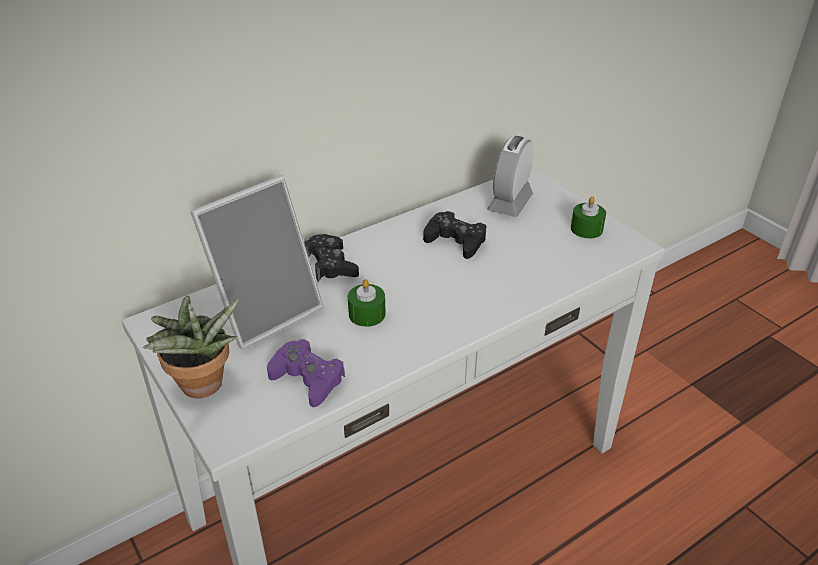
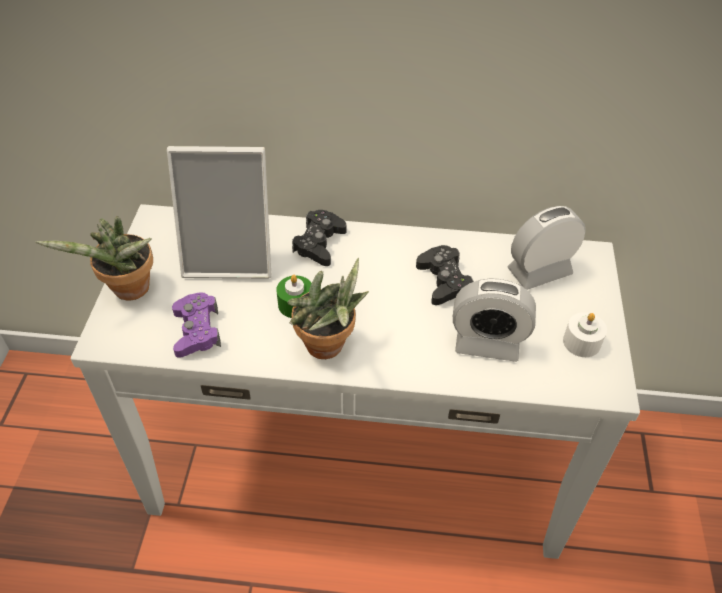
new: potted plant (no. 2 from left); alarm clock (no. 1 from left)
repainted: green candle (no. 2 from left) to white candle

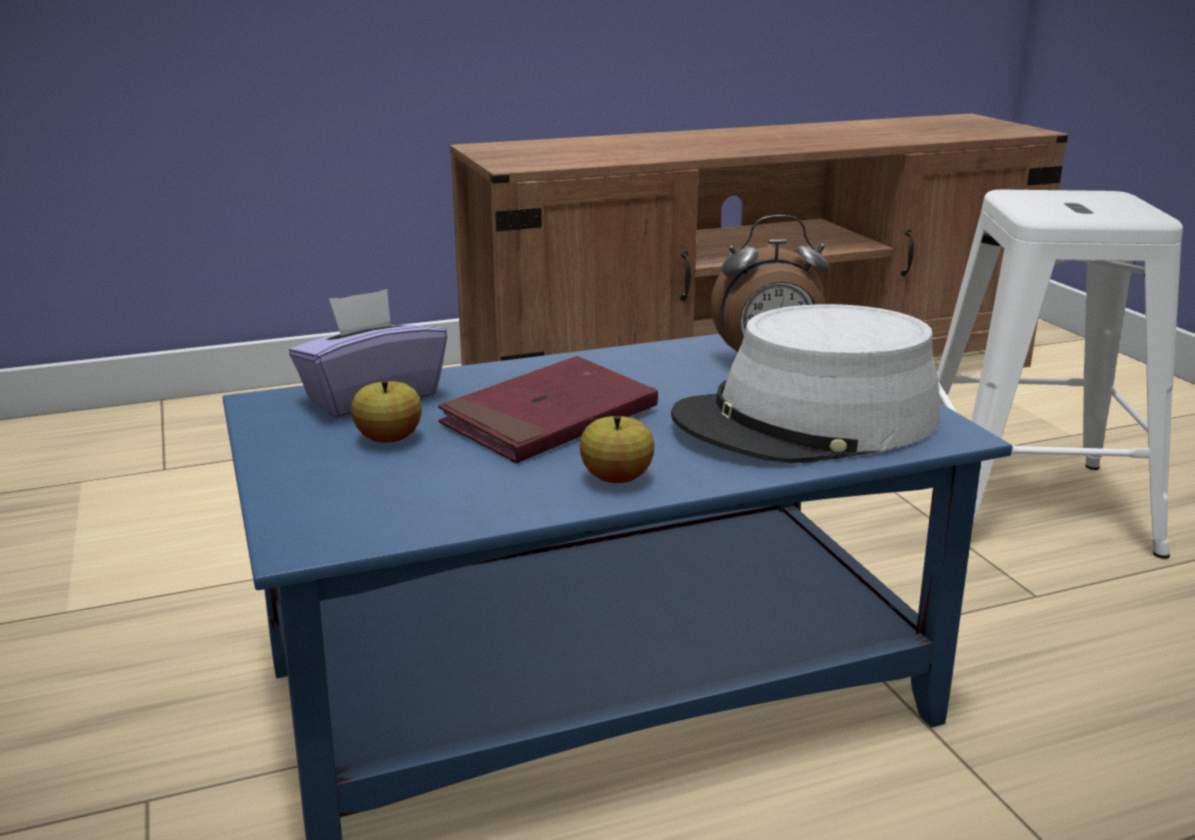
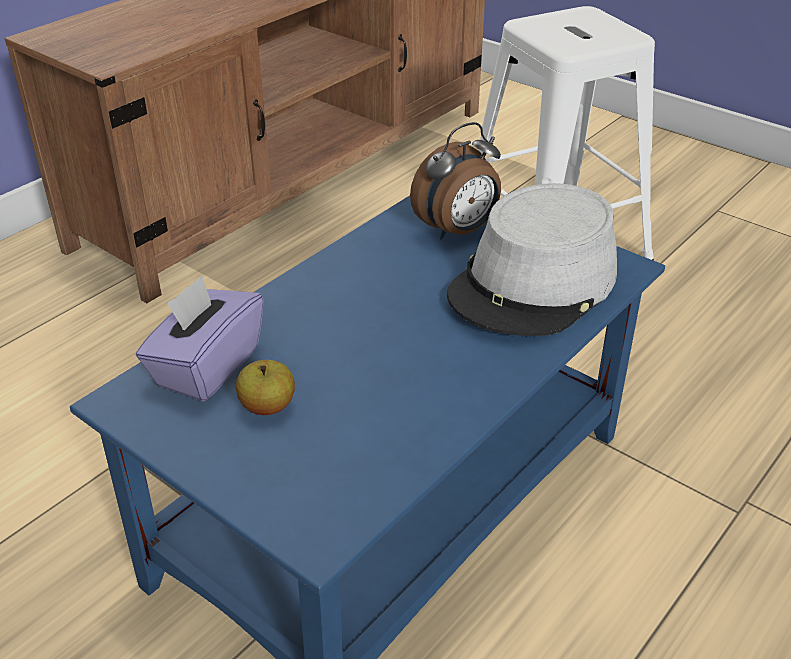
gone: red book; apple (no. 2 from left)

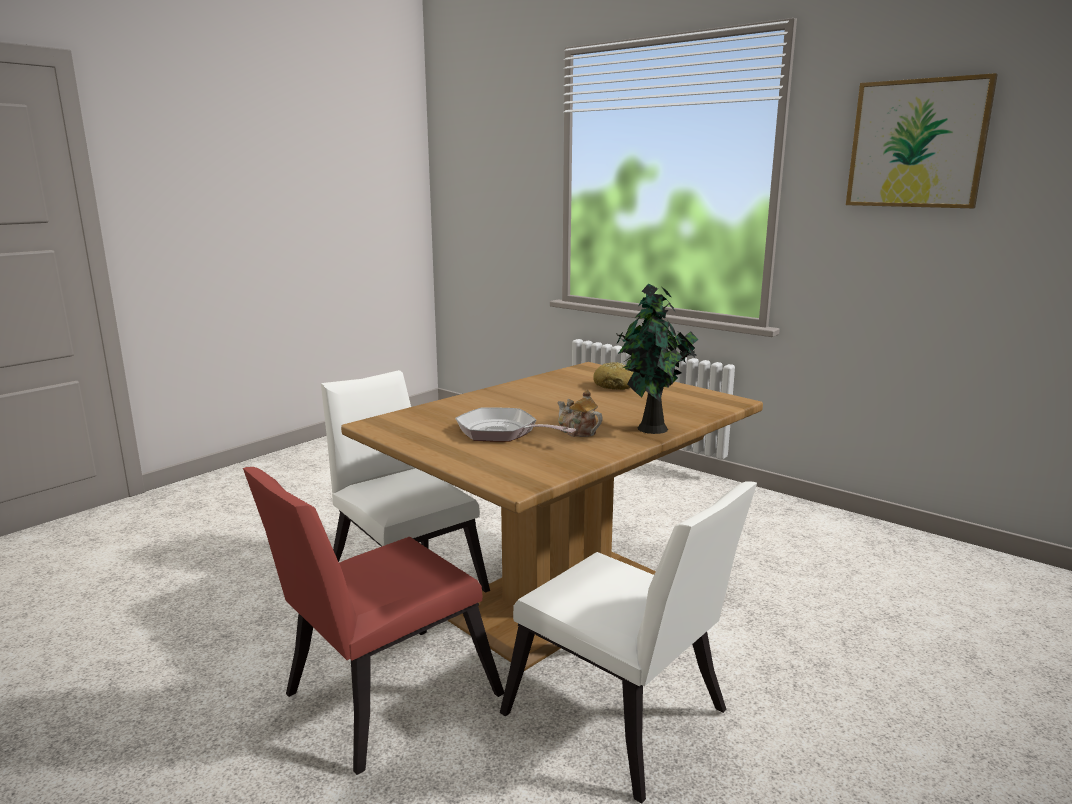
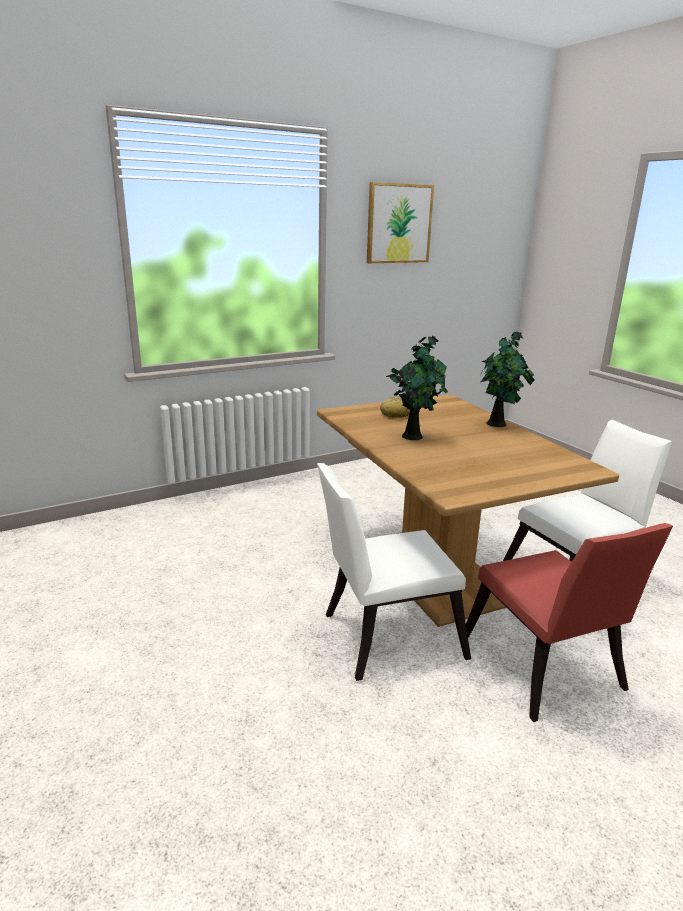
gone: frying pan; teapot
new: potted plant (no. 1 from left)

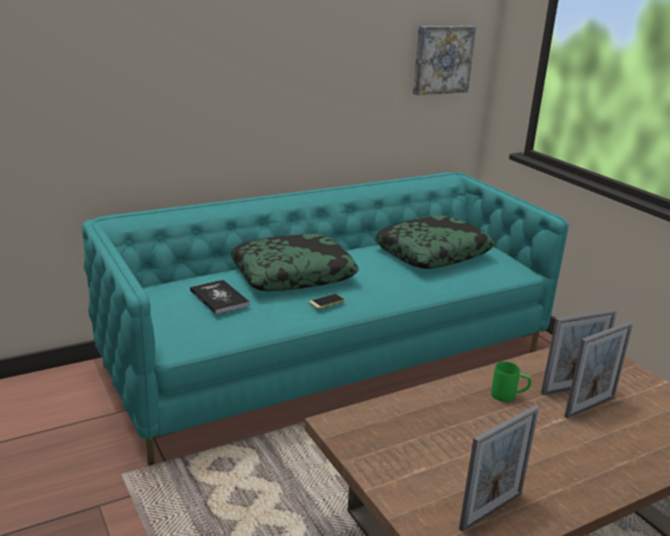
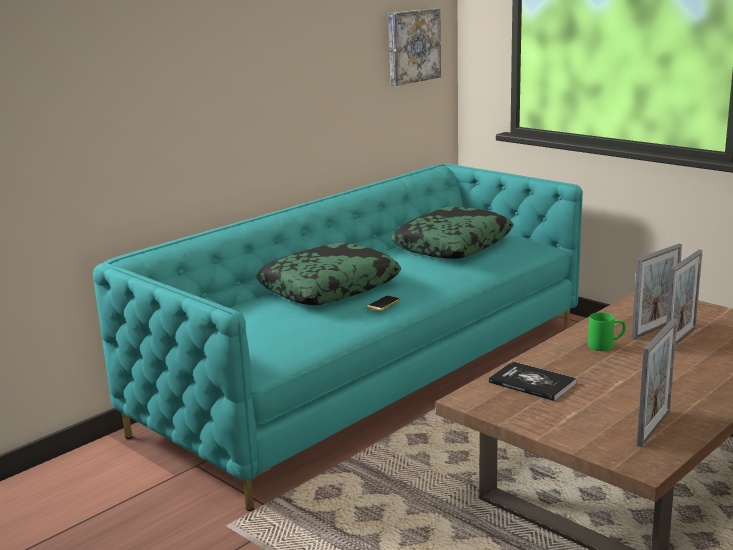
shifted: book

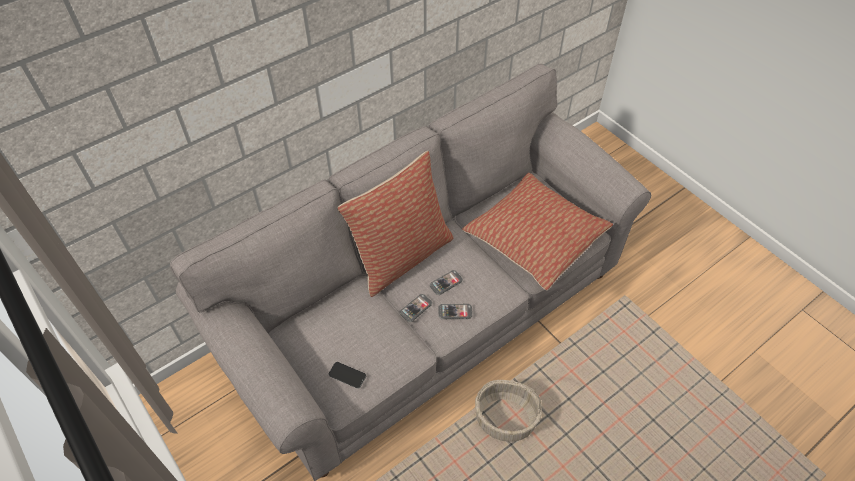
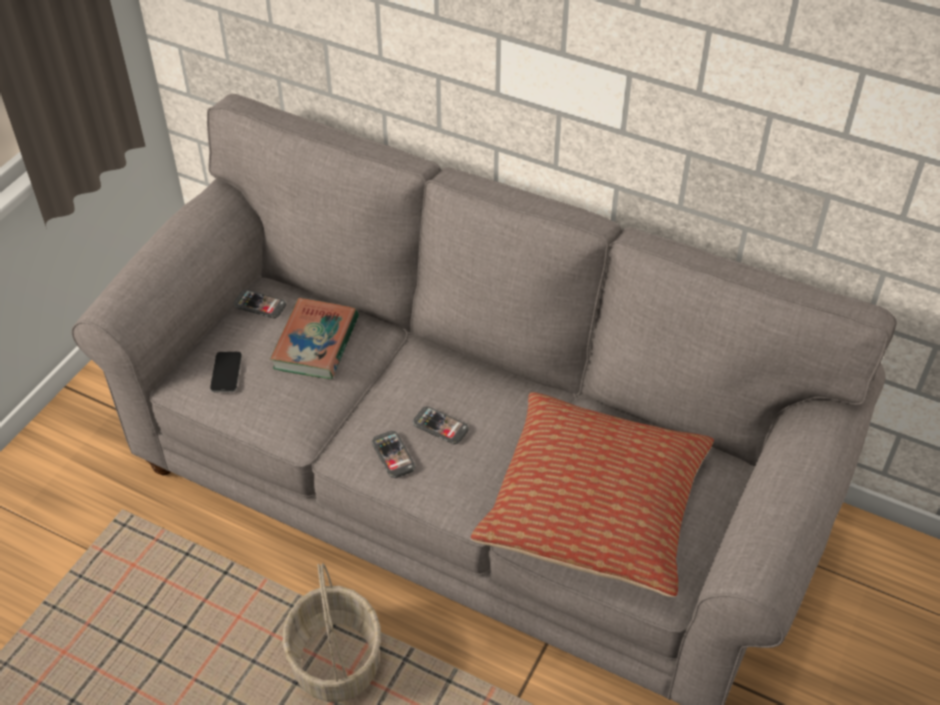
gone: pillow (no. 1 from left)
new: book
shifted: phone (no. 2 from left)

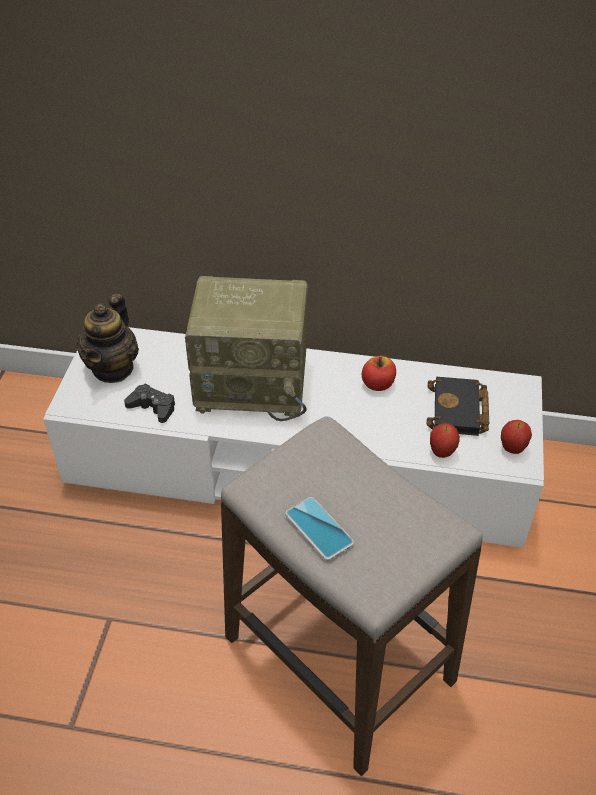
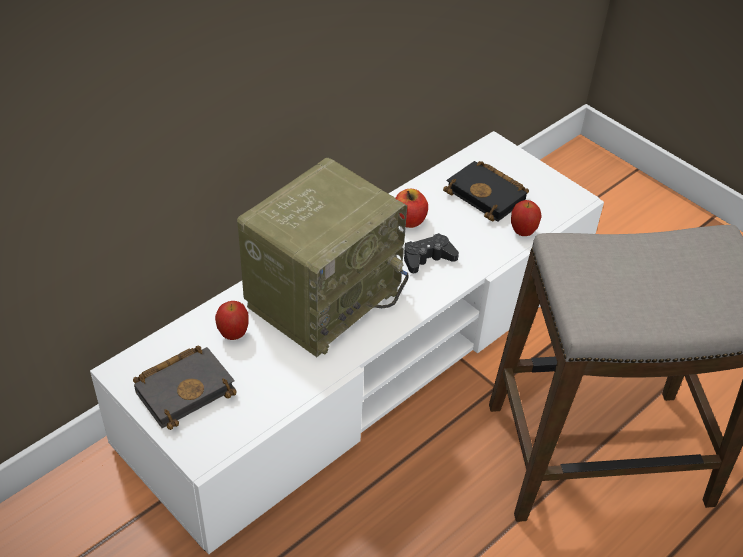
gone: phone
shifted: black game controller; apple (no. 3 from left in the first image) to apple (no. 1 from left)
swapped: teapot to black book (no. 1 from left)

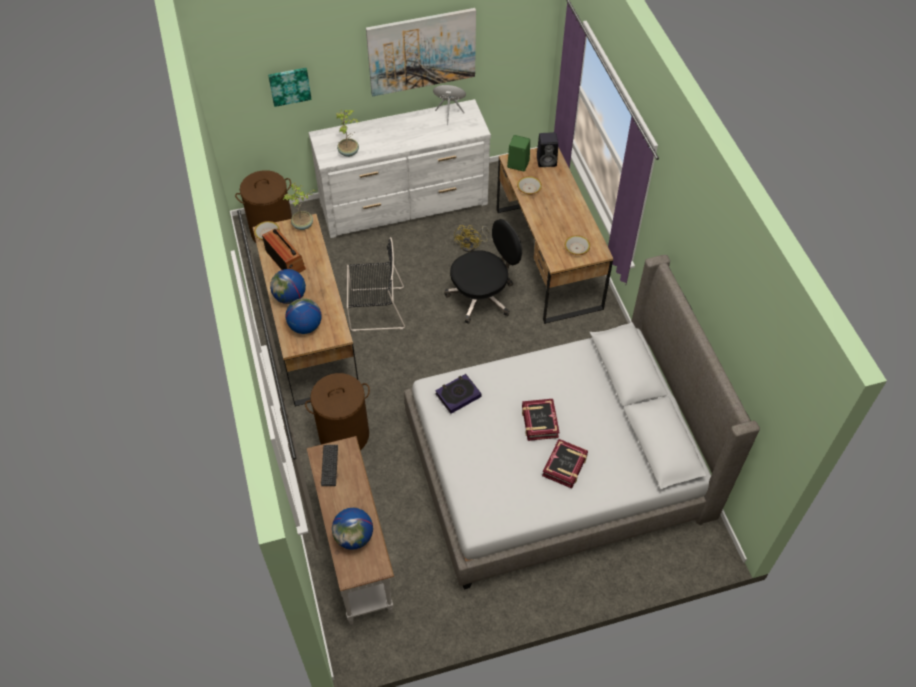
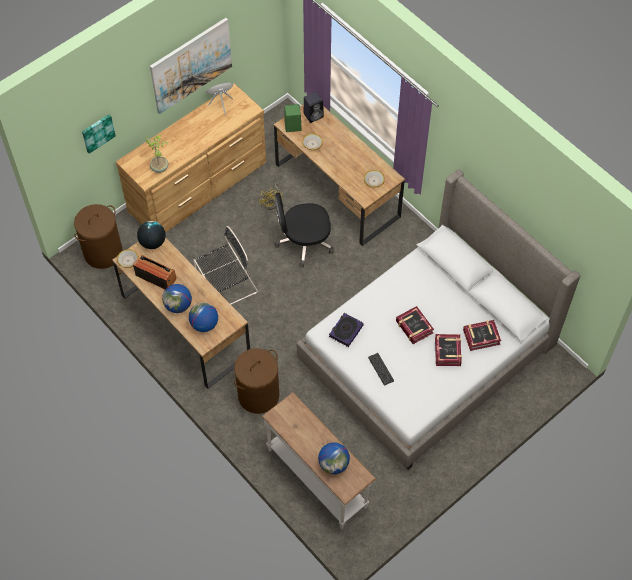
new: book (no. 4 from left)
shifted: keyboard
swapped: potted plant (no. 1 from left) to globe (no. 1 from left)
repainted: white dresser to brown dresser
rotated: black office chair 135 degrees counterclockwise

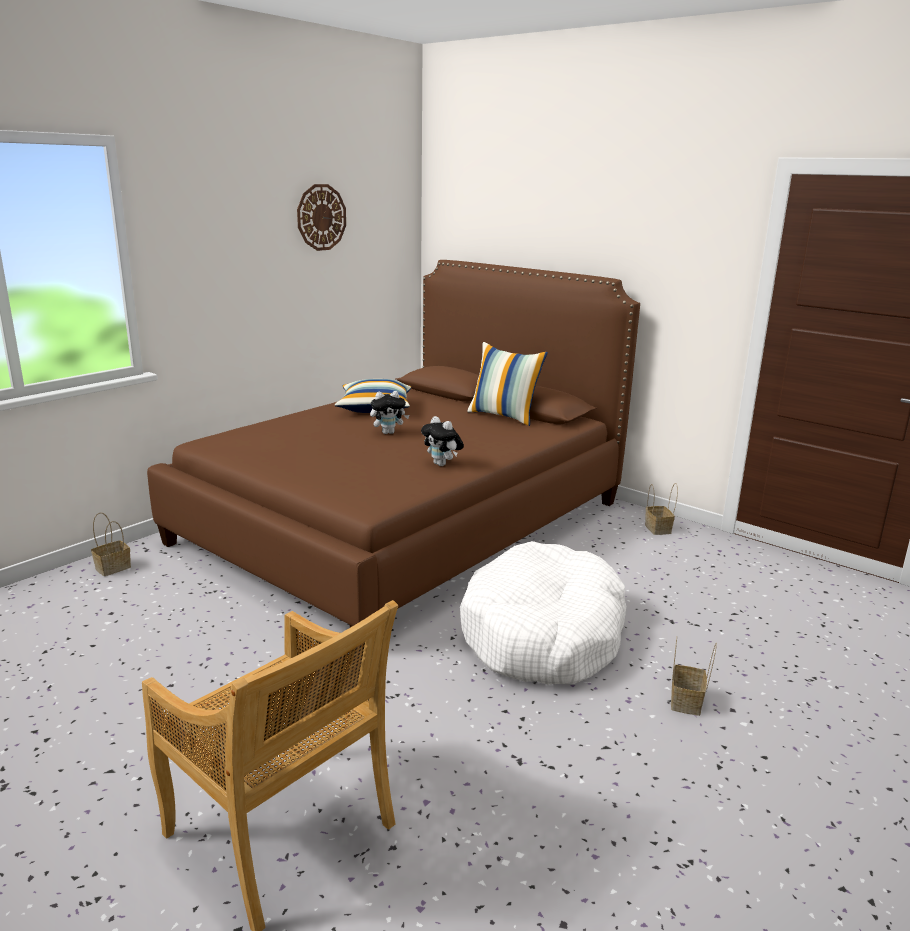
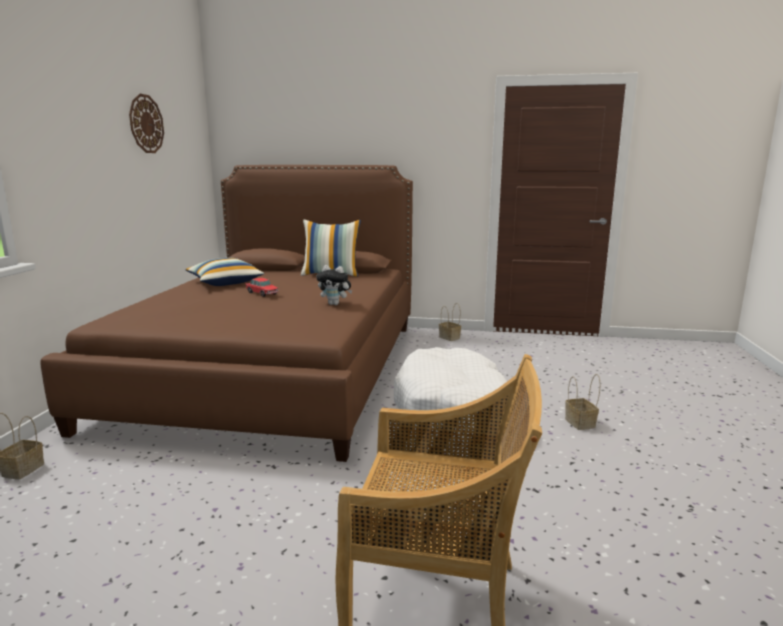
swapped: plush toy (no. 1 from left) to toy car

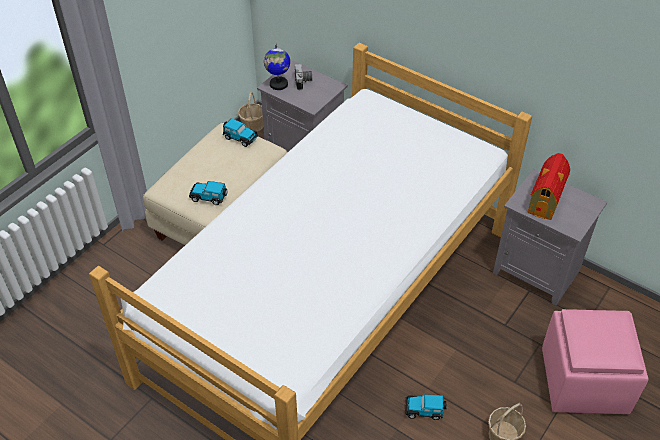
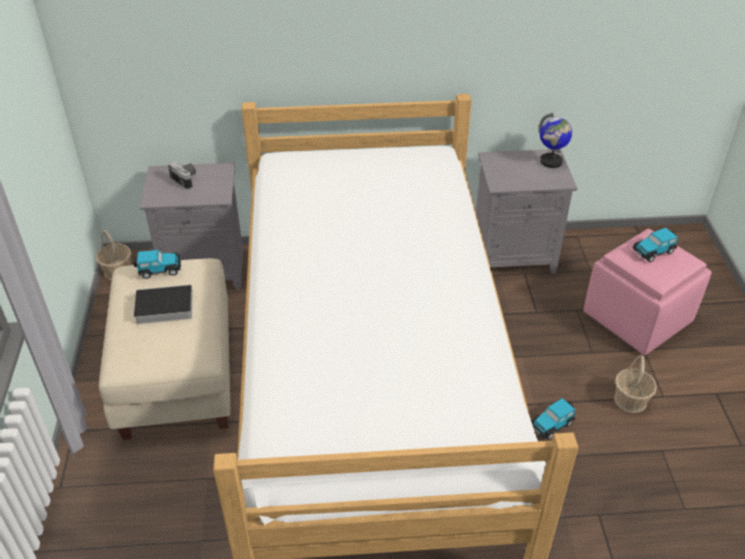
gone: toy house
new: book
shifted: toy car (no. 1 from left in the first image) to toy car (no. 3 from left); globe

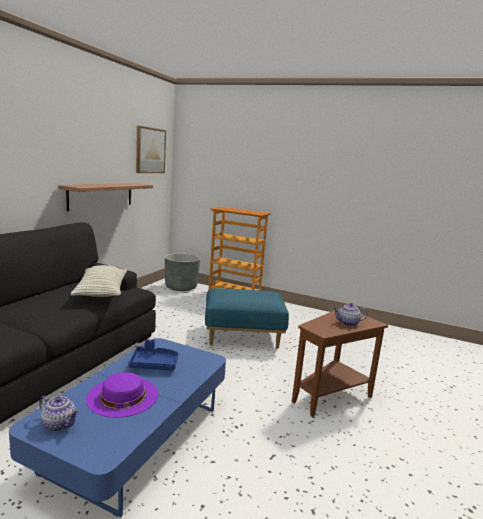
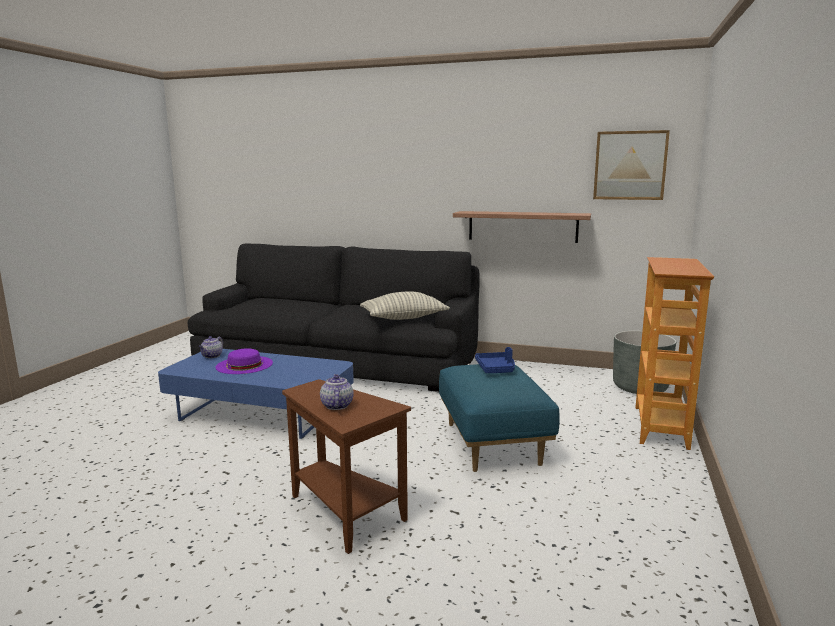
shifted: blue tray

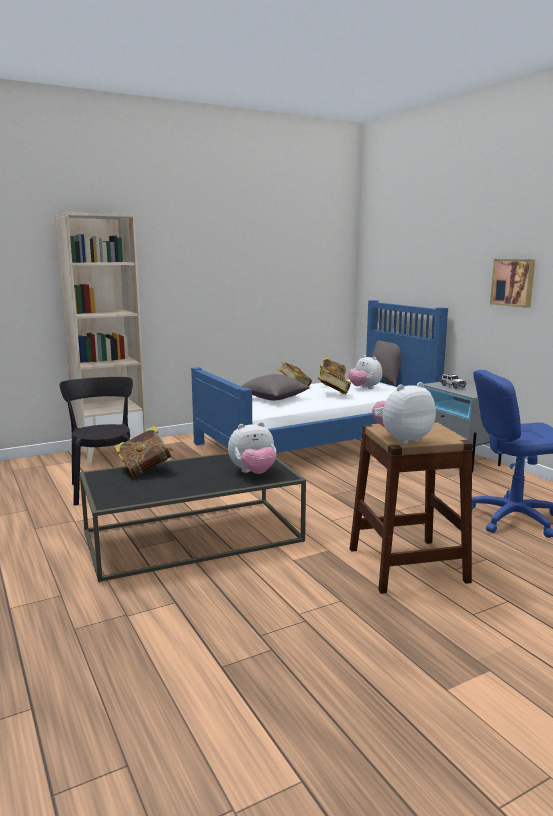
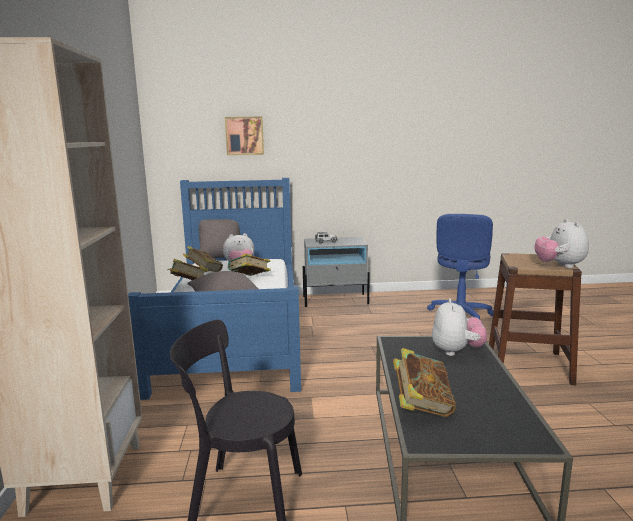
shifted: picture

